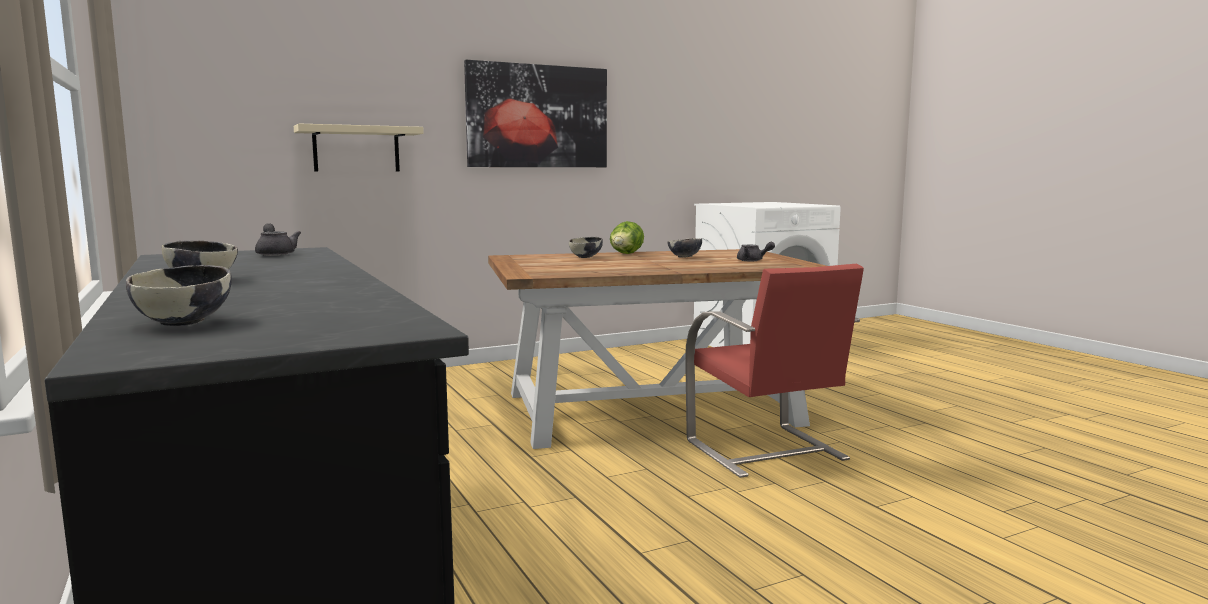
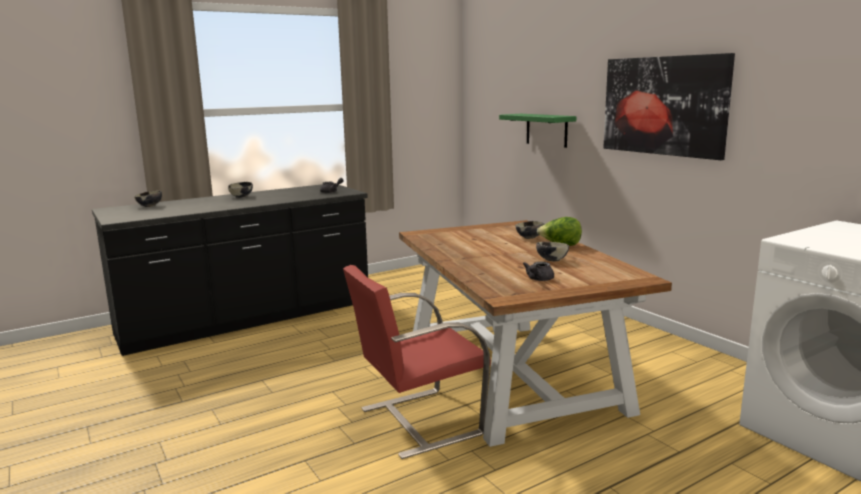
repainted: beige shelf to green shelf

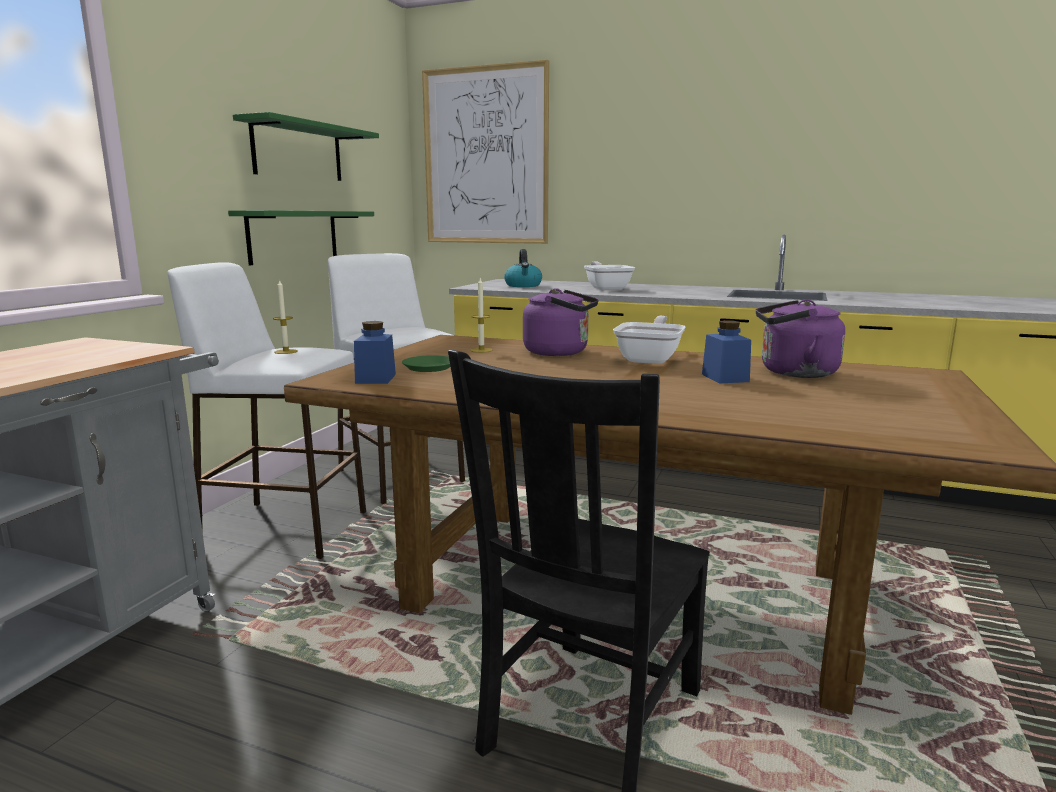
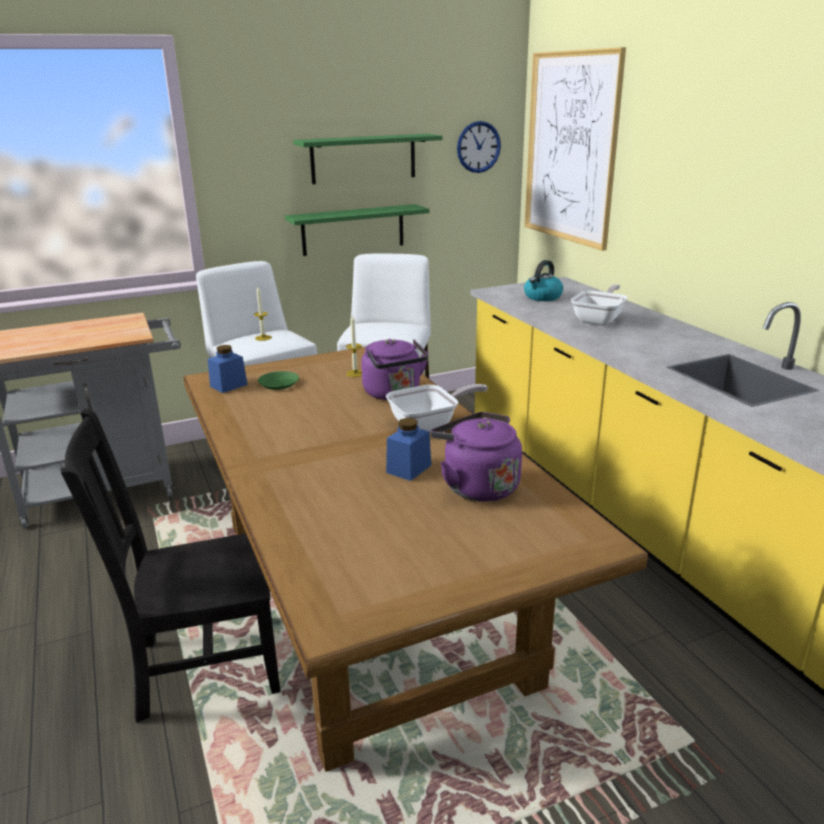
new: wall clock

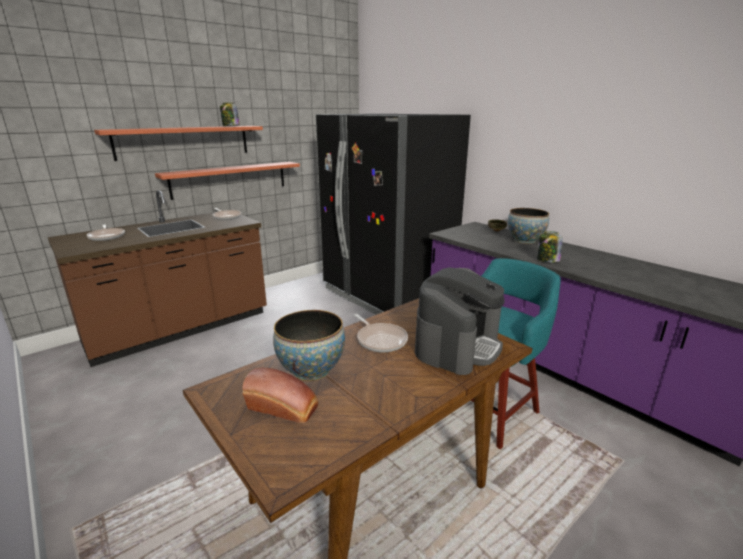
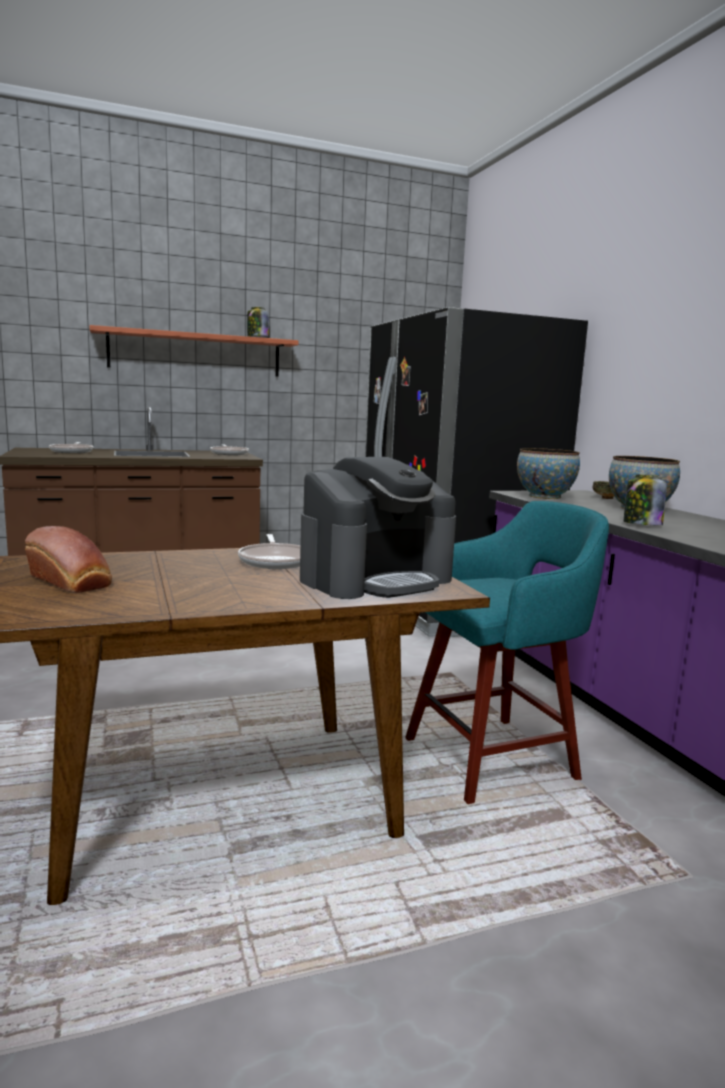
gone: shelf (no. 2 from left)
shifted: bowl (no. 1 from left)

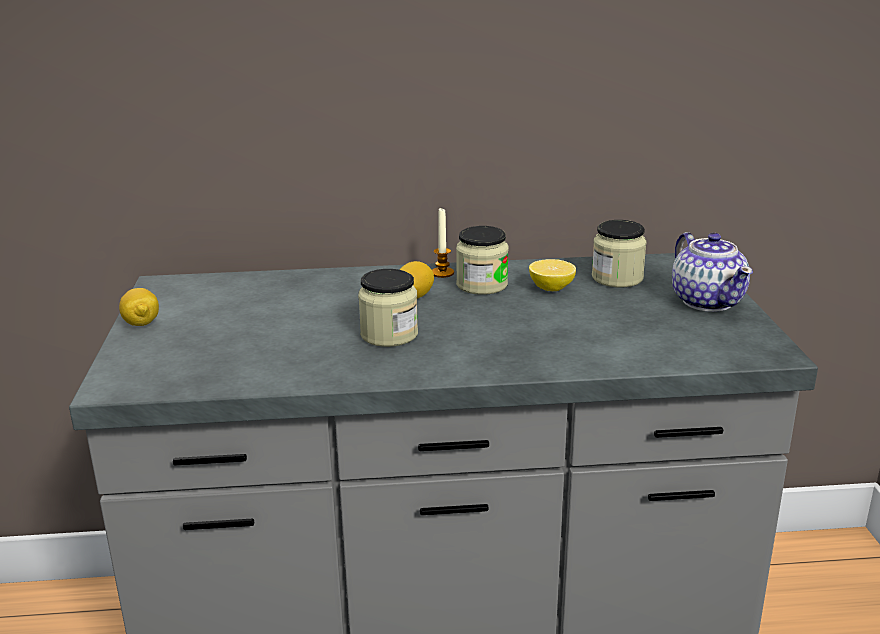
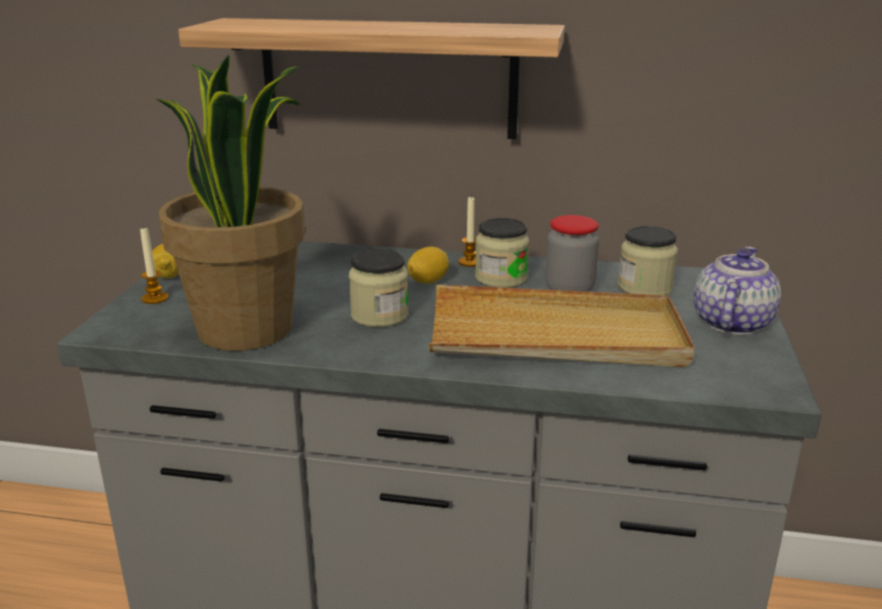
new: candle (no. 1 from left); potted plant; shelf; beige tray
swapped: lemon (no. 3 from left) to jar (no. 3 from left)
rotated: teapot 150 degrees counterclockwise

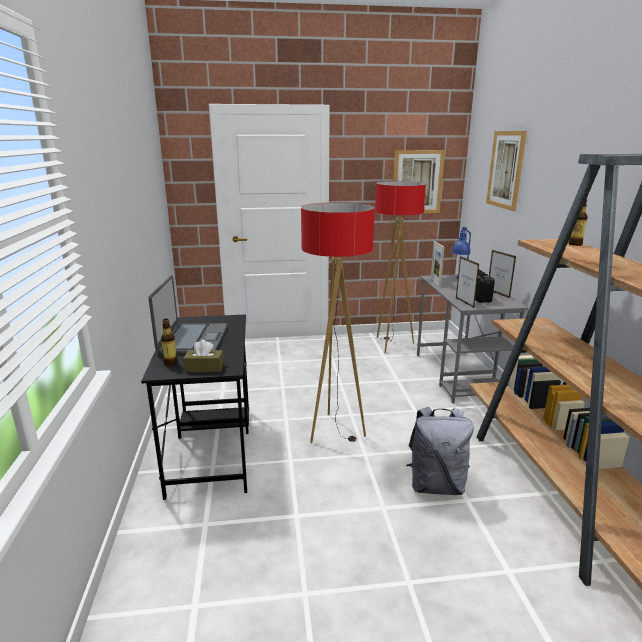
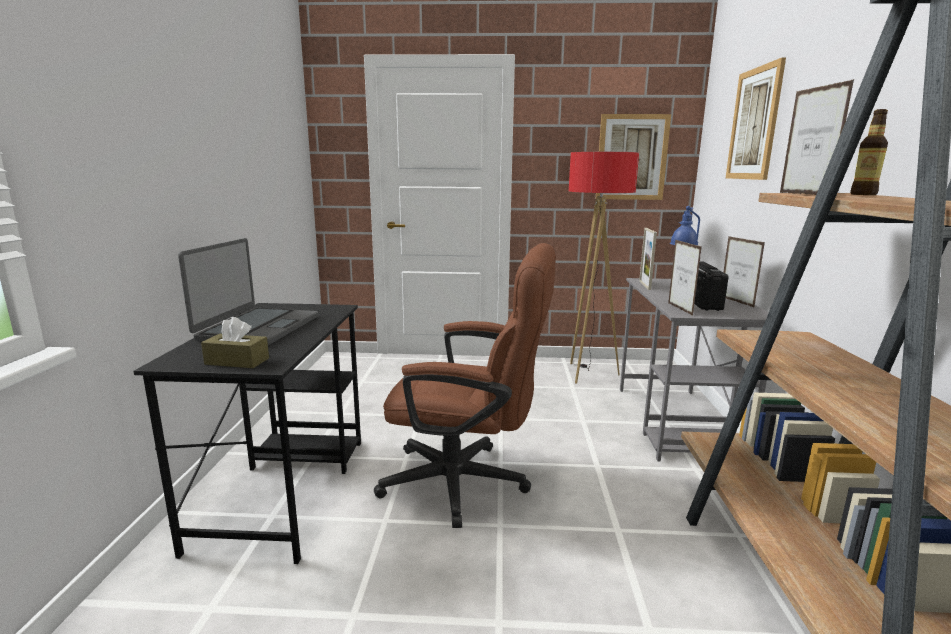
gone: bottle (no. 1 from left); grey backpack
new: picture frame (no. 4 from left)
swapped: floor lamp (no. 1 from left) to brown office chair

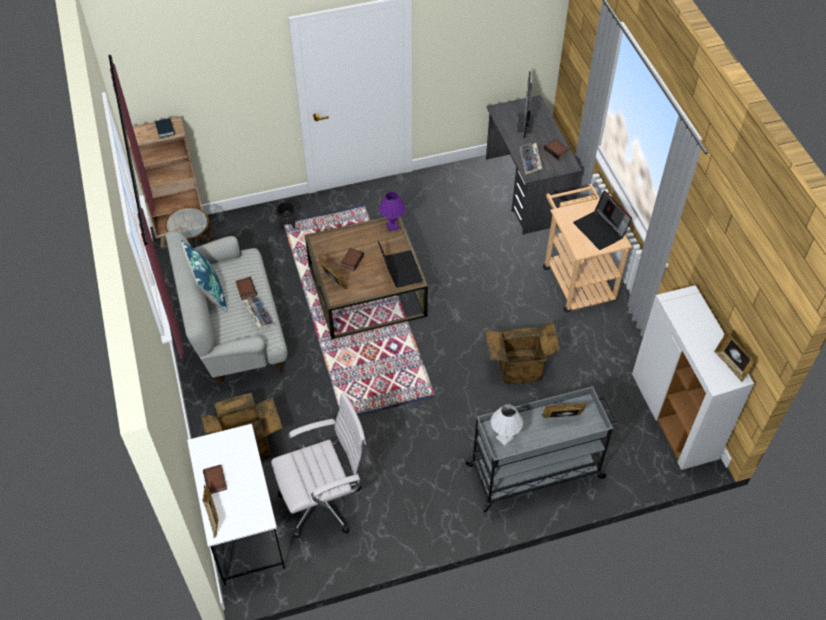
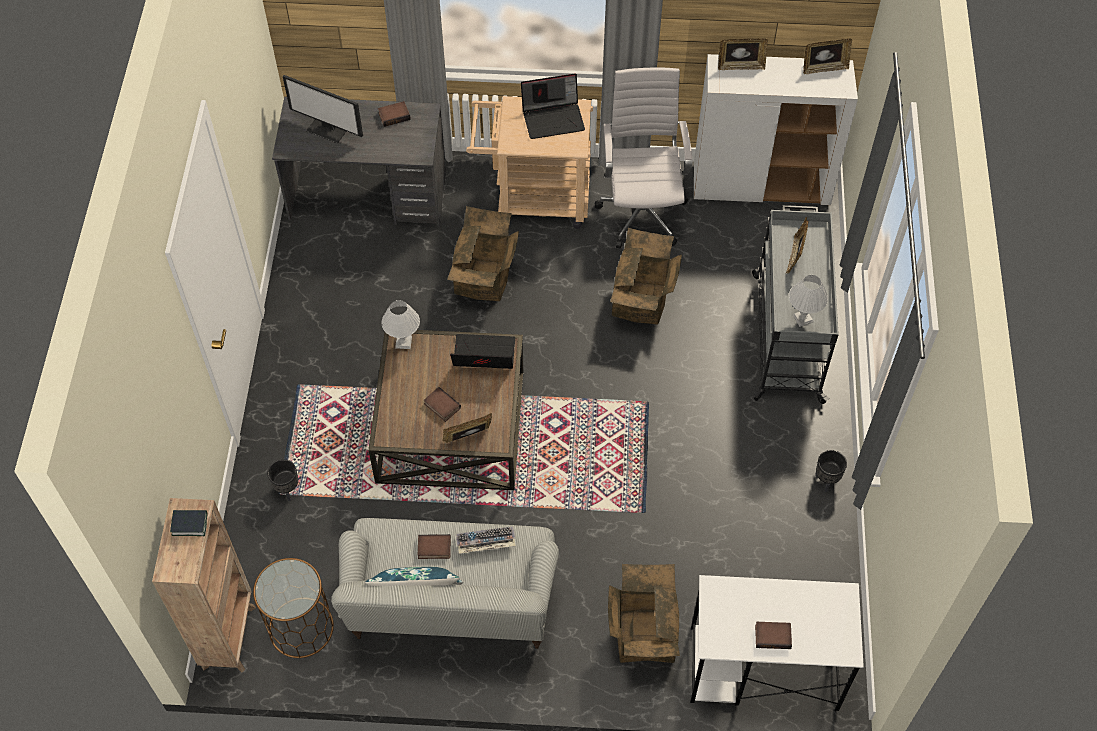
gone: keyboard (no. 2 from left)
new: cardboard box (no. 1 from left); black planter (no. 2 from left)
shifted: picture frame (no. 1 from left in the first image) to picture frame (no. 2 from left); white office chair
repainted: purple table lamp to white table lamp (no. 1 from left)

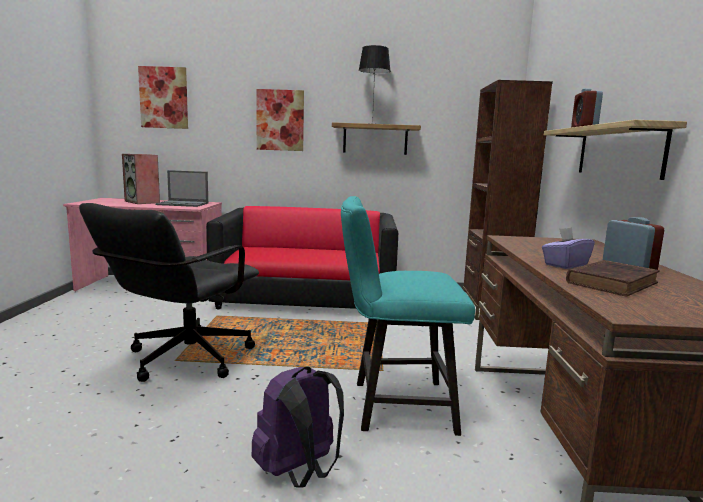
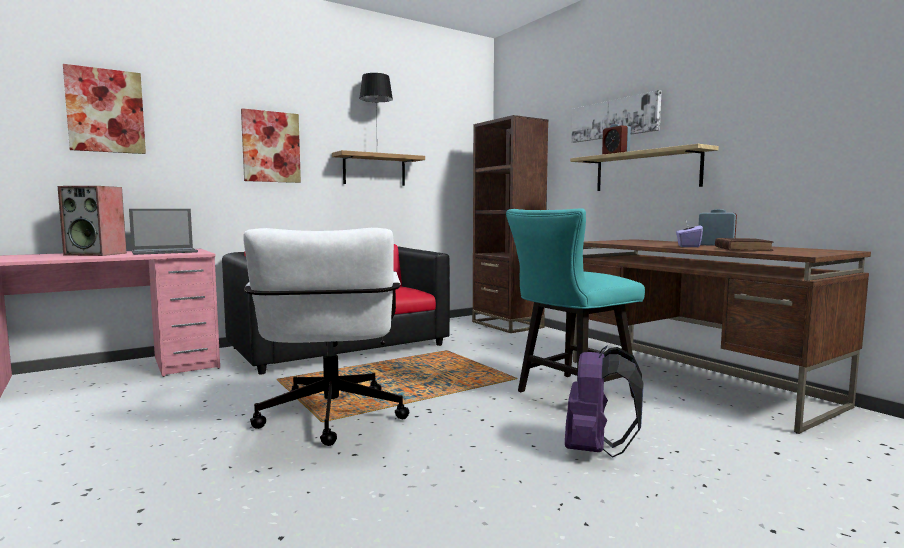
new: picture (no. 3 from left)
repainted: black office chair to white office chair

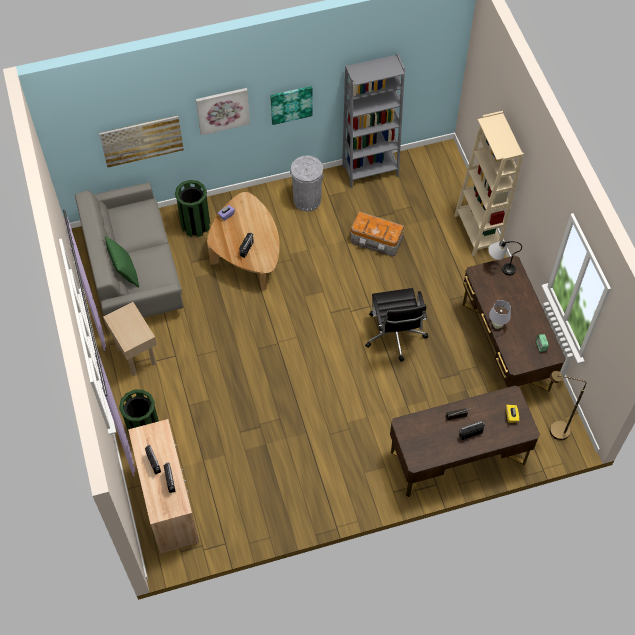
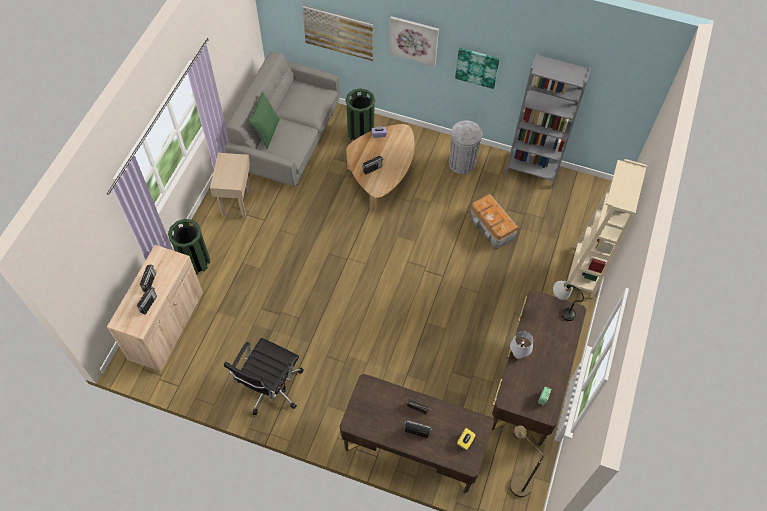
shifted: black office chair

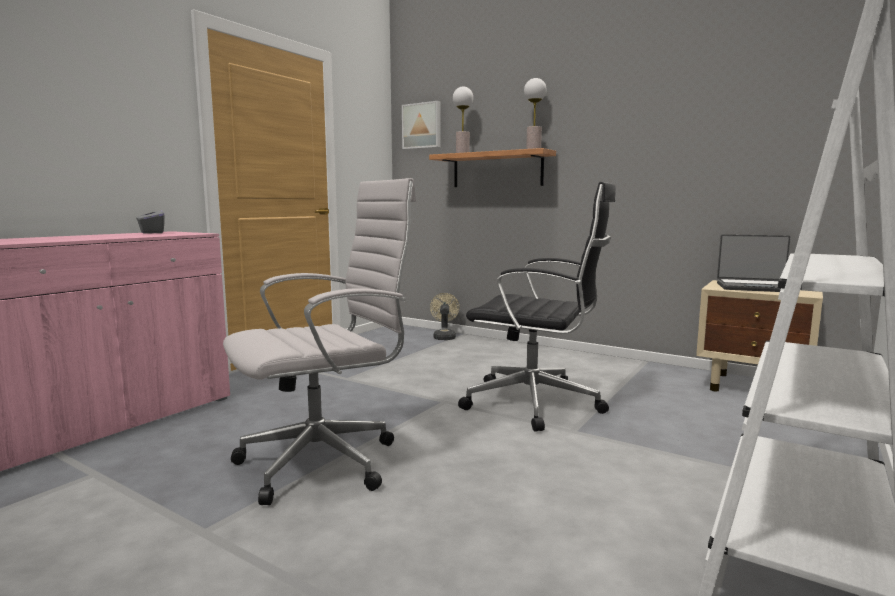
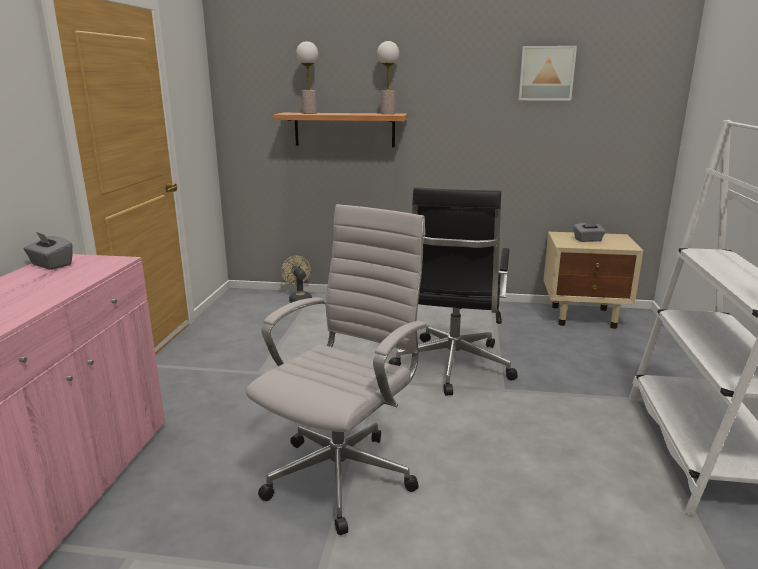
shifted: picture
swapped: laptop to grey tissue box (no. 2 from left)
rotated: black office chair 105 degrees clockwise

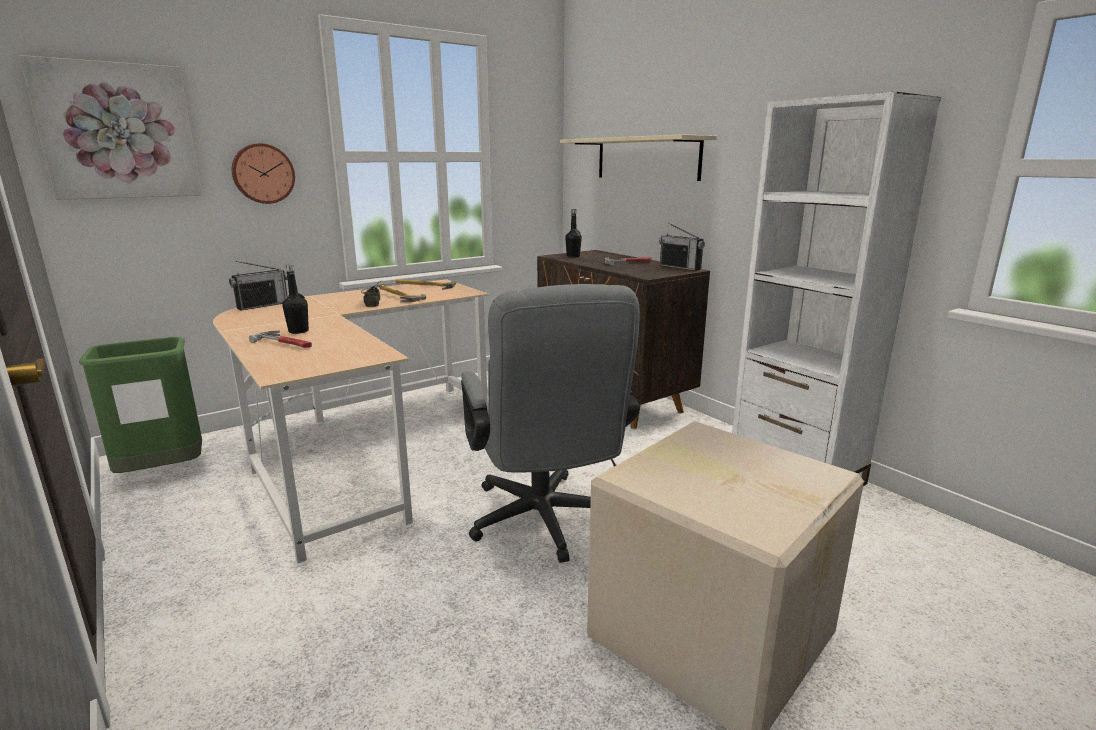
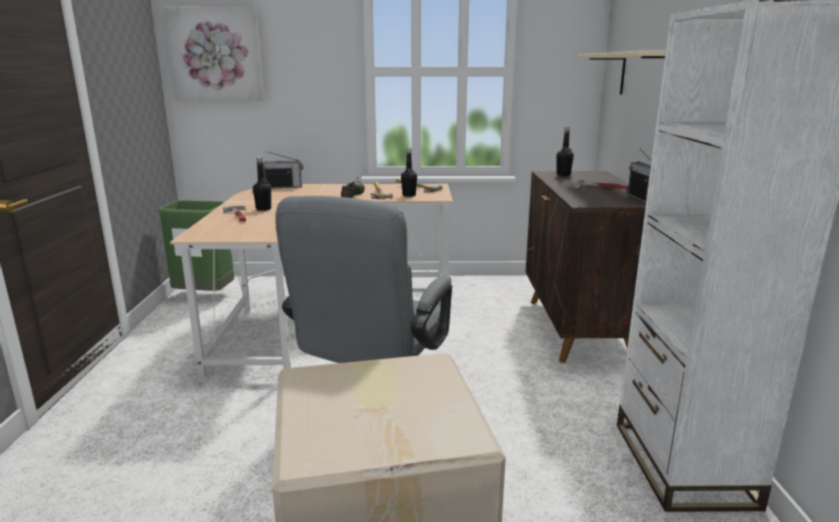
gone: wall clock
new: black bottle (no. 2 from left)

